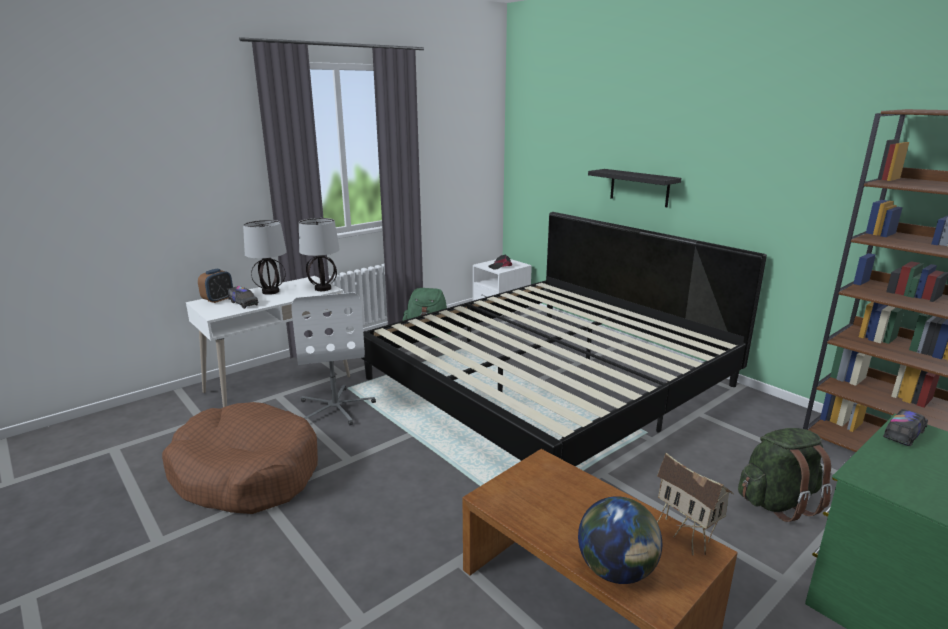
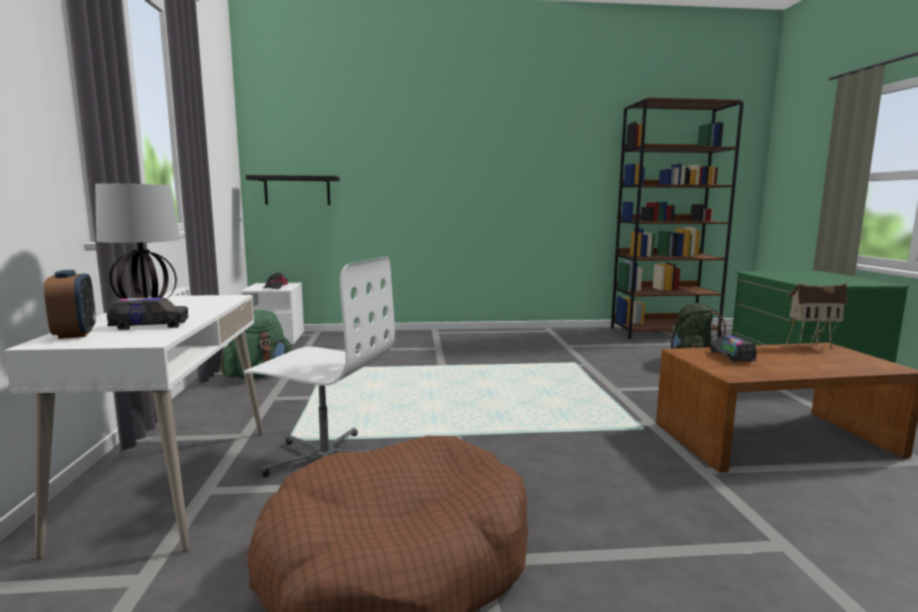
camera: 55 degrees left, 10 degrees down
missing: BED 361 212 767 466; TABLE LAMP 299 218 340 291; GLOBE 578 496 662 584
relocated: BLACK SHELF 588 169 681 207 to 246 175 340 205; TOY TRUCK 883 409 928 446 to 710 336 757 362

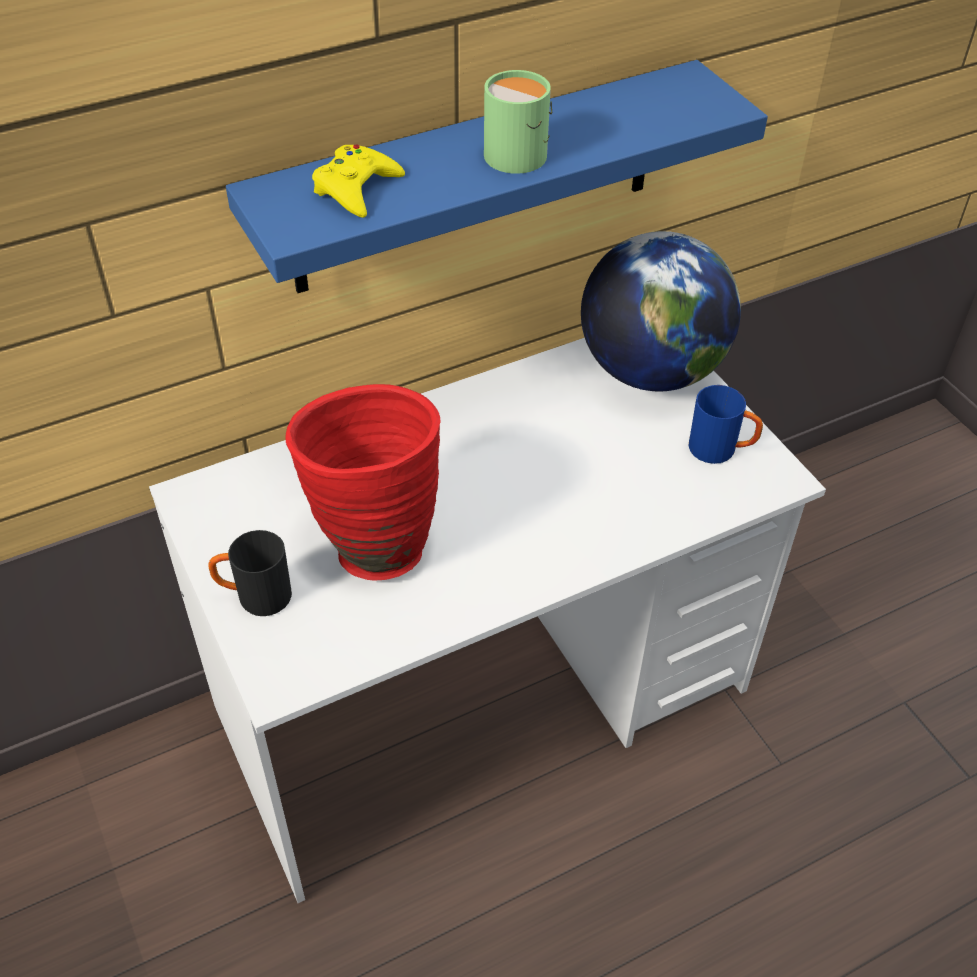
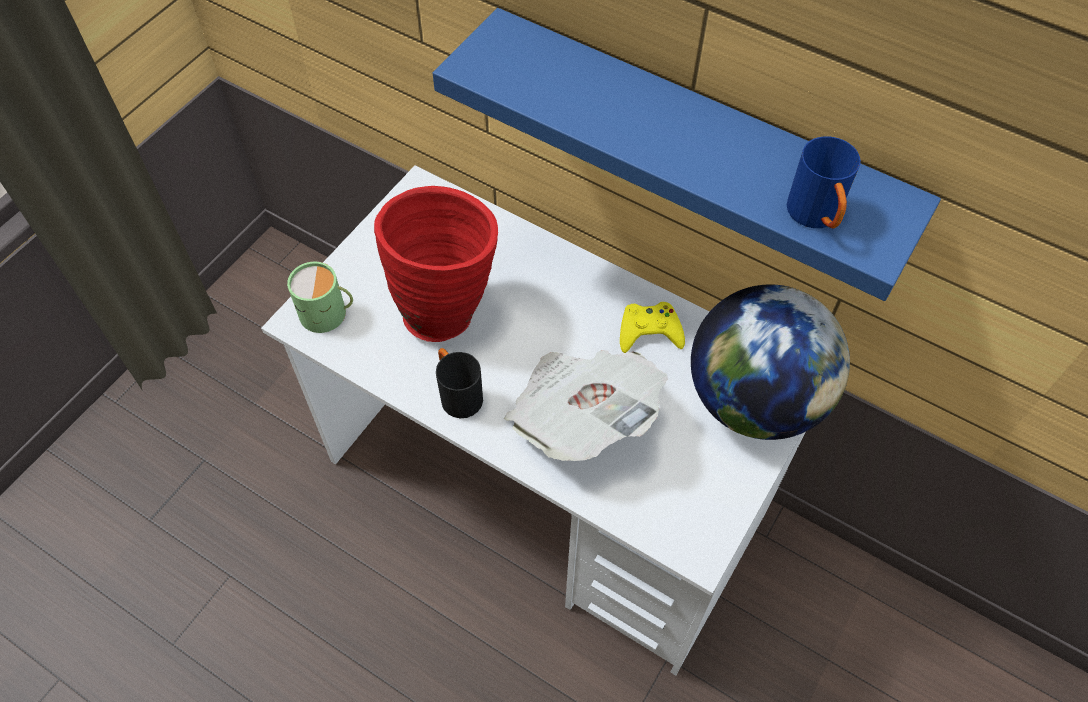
camera: 60 degrees right, 10 degrees up
appeared: NEWSPAPER 504 350 668 461
relocated: GREEN MUG 484 70 552 174 to 287 262 353 333; YELLOW GAME CONTROLLER 312 144 405 218 to 620 302 685 353; BLUE MUG 689 385 763 464 to 787 136 861 228; BLACK MUG 208 530 292 616 to 436 348 483 418

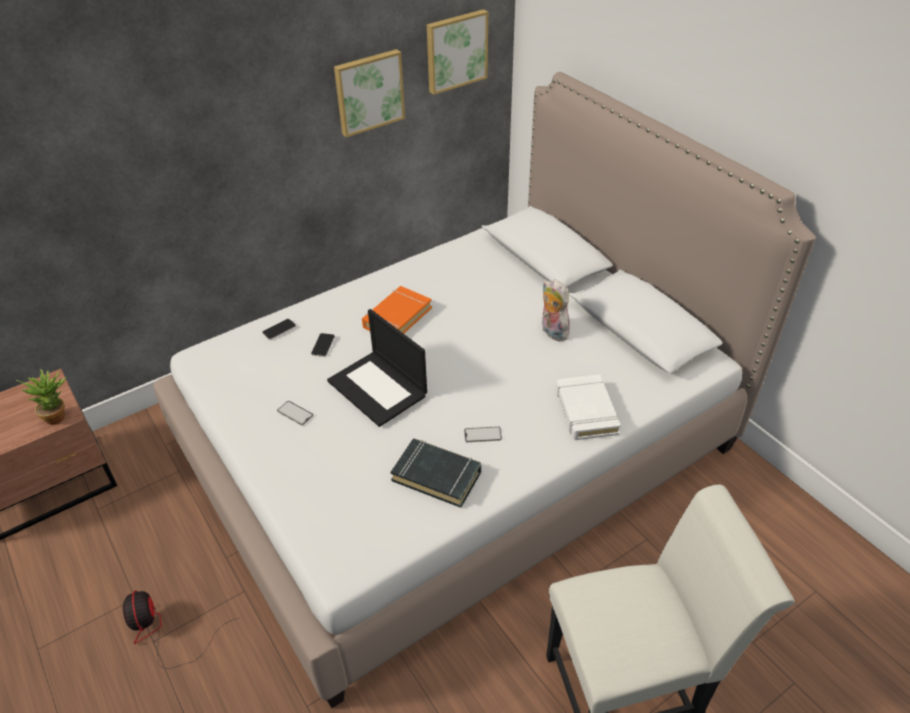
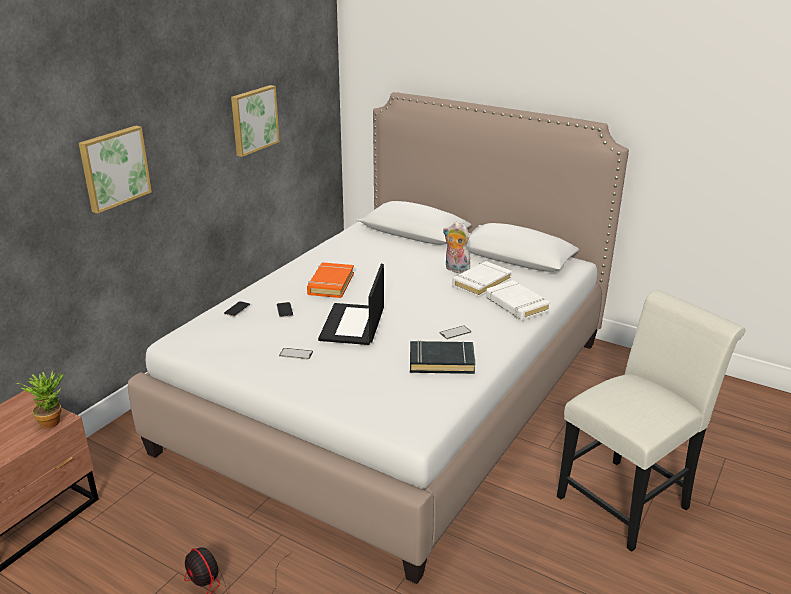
camera: 25 degrees left, 15 degrees down
appeared: WHITE BOOK 452 261 512 298
relocated: PICTURE 427 9 488 95 to 79 126 152 213
spun: LAPTOP 327 309 427 427 = 318 264 384 345 75 degrees clockwise

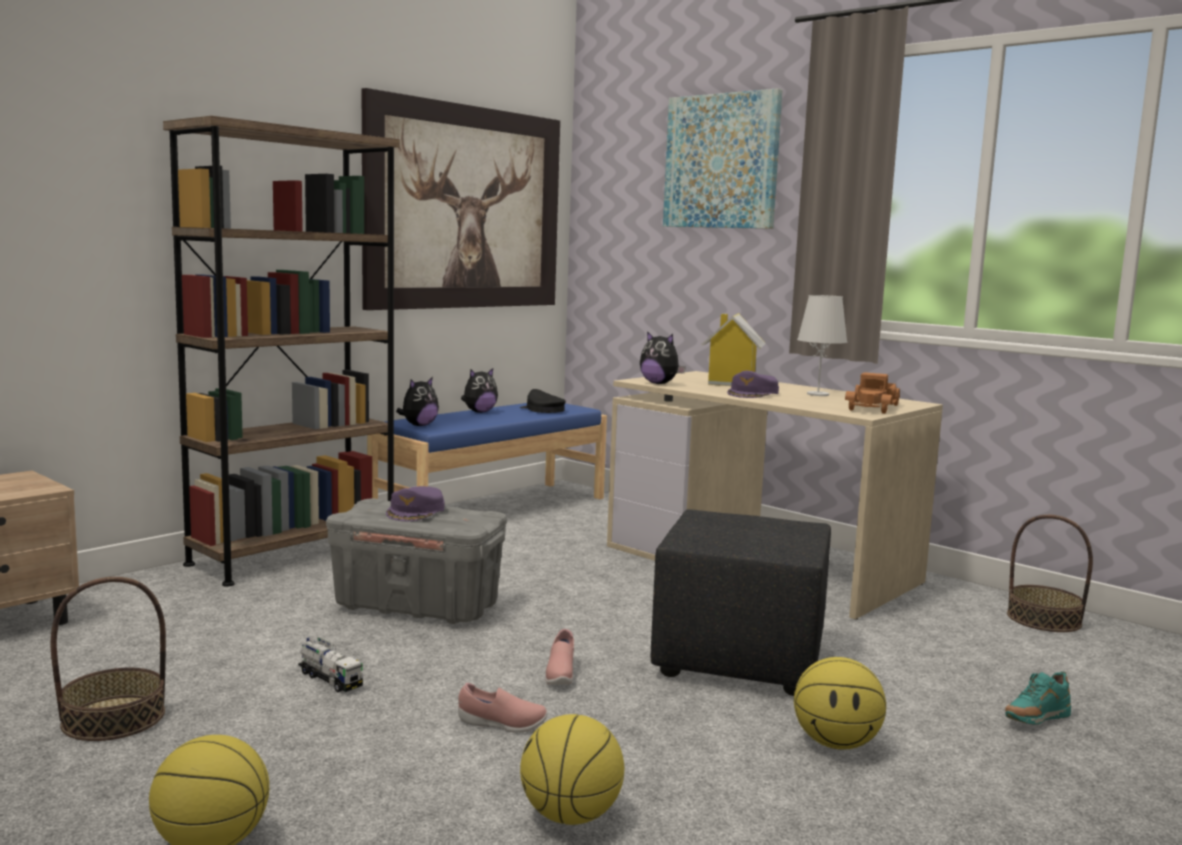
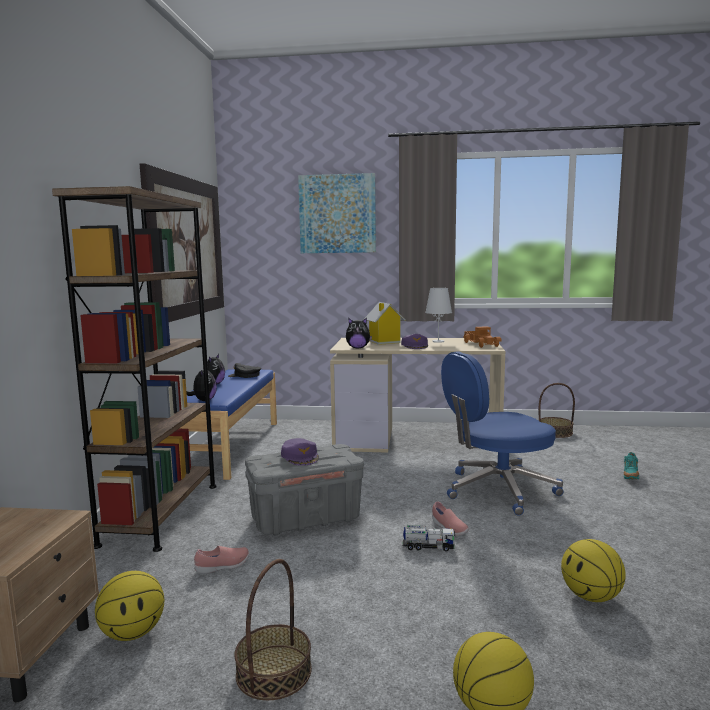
camera: 35 degrees left, 0 degrees up
relocated: TOY TRUCK 298 636 363 692 to 403 525 456 552; BASKETBALL 794 657 886 750 to 95 571 164 641; PINK SHOE 458 683 548 733 to 194 546 249 574
exchanged: BLACK OTTOMAN 651 509 831 696 to BLUE OFFICE CHAIR 441 351 563 515

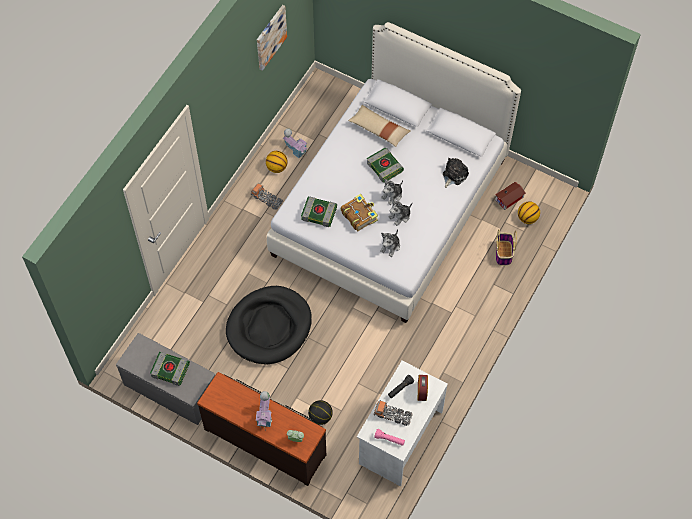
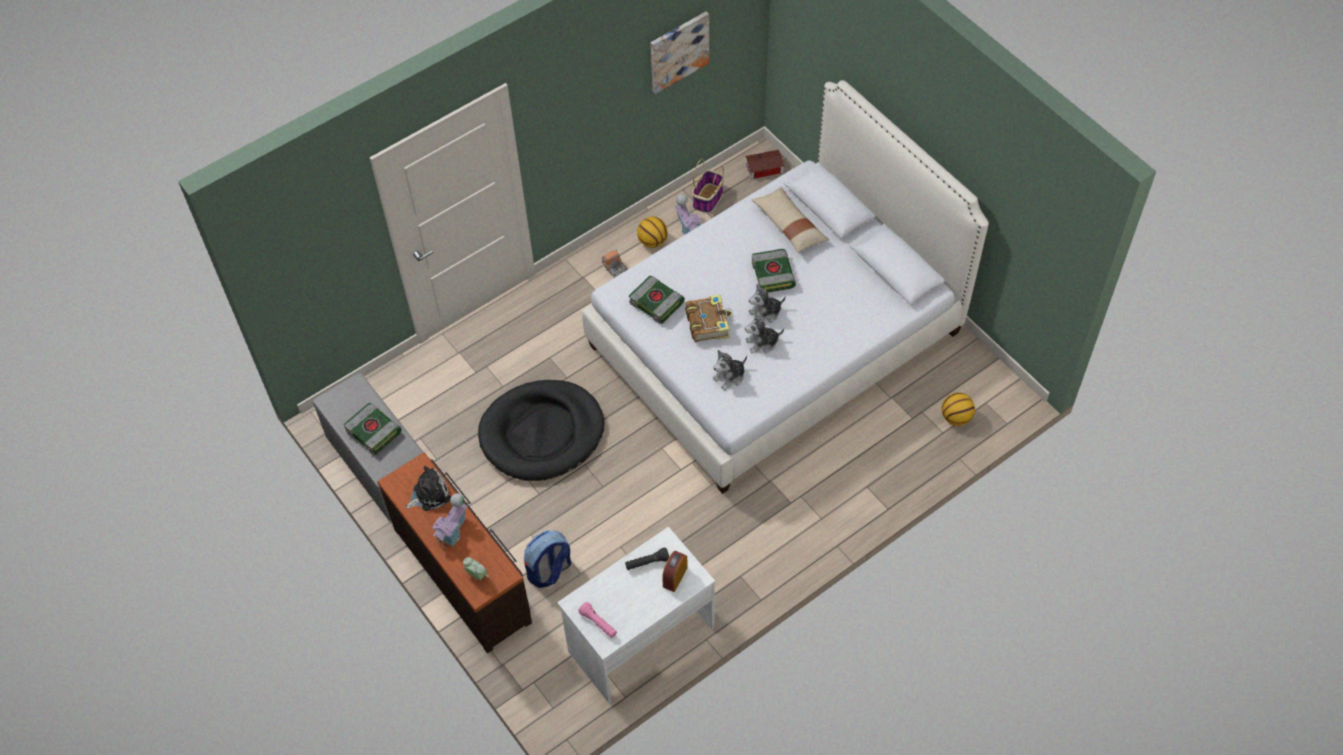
camera: 25 degrees right, 5 degrees down
missing: TOY TRUCK 374 401 413 426
relocated: PLUSH TOY 443 158 469 188 to 405 466 451 511; TOY HOUSE 495 182 526 210 to 745 150 785 179; BASKET 496 229 517 265 to 692 158 724 213
exchanged: BASKETBALL 308 400 333 425 to BACKPACK 524 530 571 588

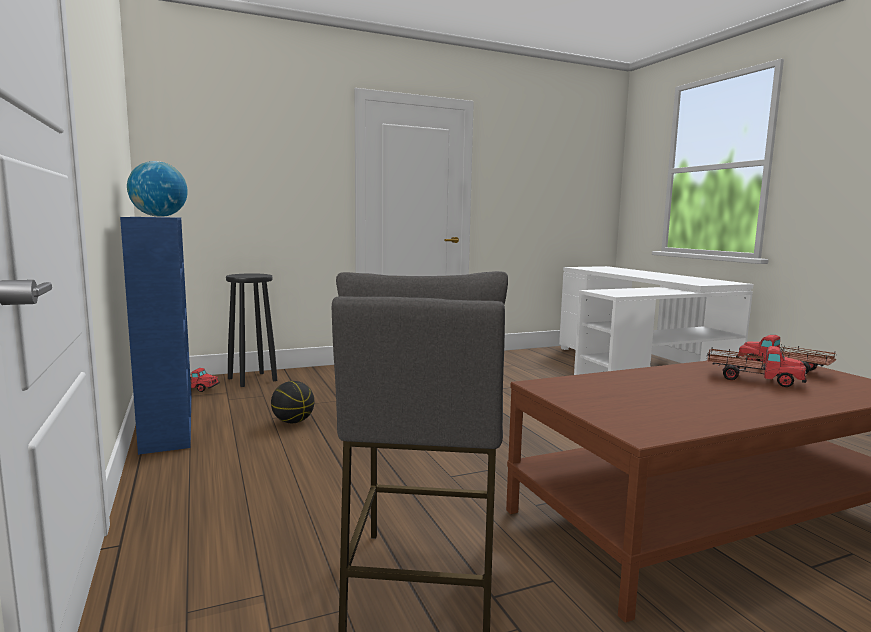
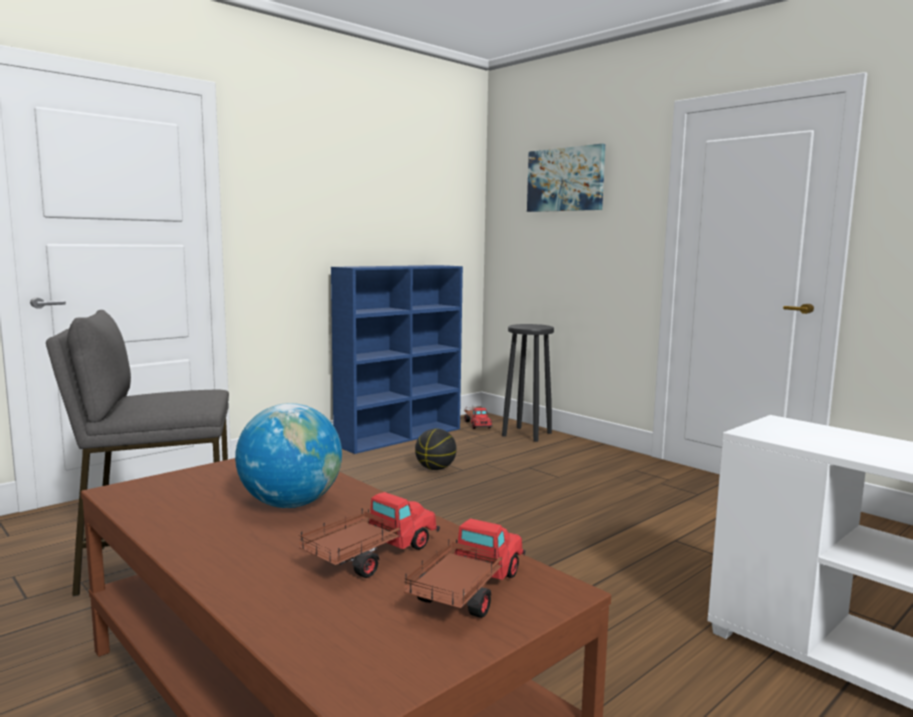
camera: 70 degrees right, 0 degrees up
appeared: PICTURE 527 144 605 212
relocated: GLOBE 127 161 188 217 to 235 403 342 508
spun: TOY TRUCK 706 346 807 387 = 299 492 440 578 150 degrees counterclockwise

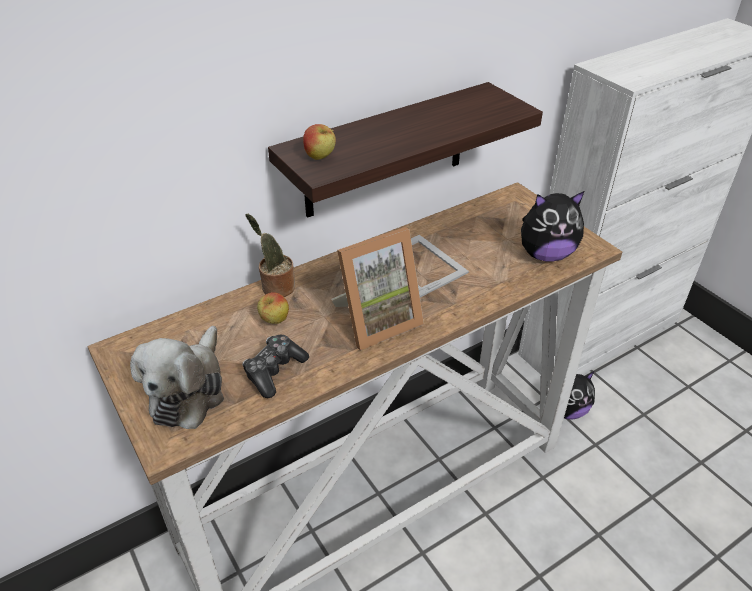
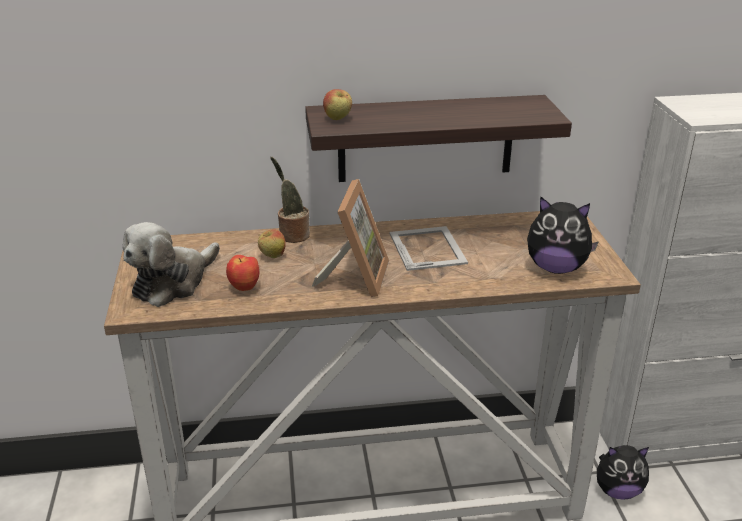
camera: 25 degrees right, 10 degrees down
exchanged: GAME CONTROLLER 242 335 309 398 to APPLE 226 255 259 291
spun: PICTURE FRAME 331 227 424 351 = 312 179 389 297 75 degrees counterclockwise

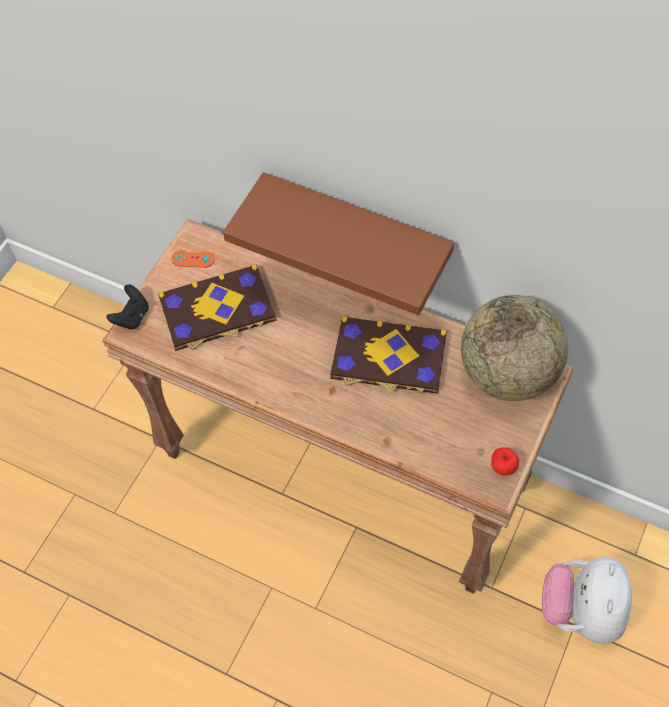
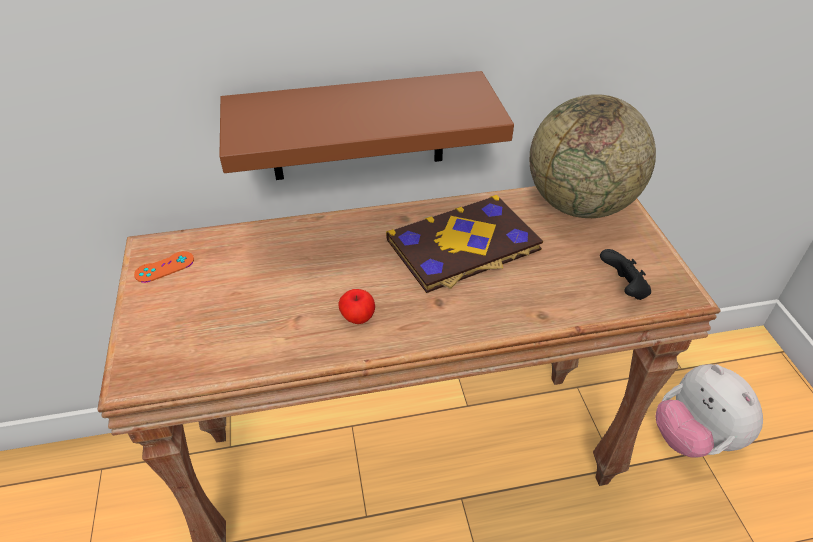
camera: 40 degrees left, 15 degrees down
missing: BOOK 158 264 276 351
relocated: BLACK GAME CONTROLLER 107 284 149 330 to 600 249 651 300; APPLE 491 447 519 476 to 338 289 375 324

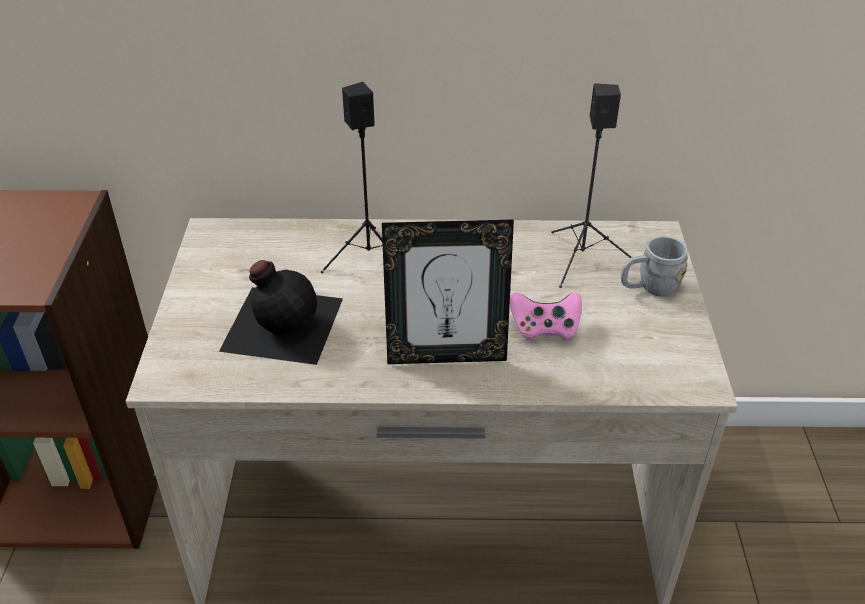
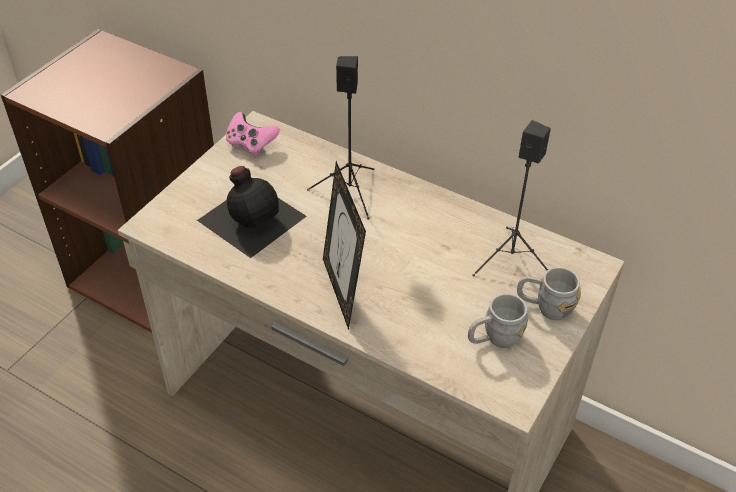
camera: 30 degrees right, 5 degrees up
appeared: GREY MUG 468 293 528 348
relocated: PINK GAME CONTROLLER 510 292 582 341 to 226 112 280 156
spun: PICTURE FRAME 382 219 514 364 = 323 161 366 330 45 degrees clockwise

